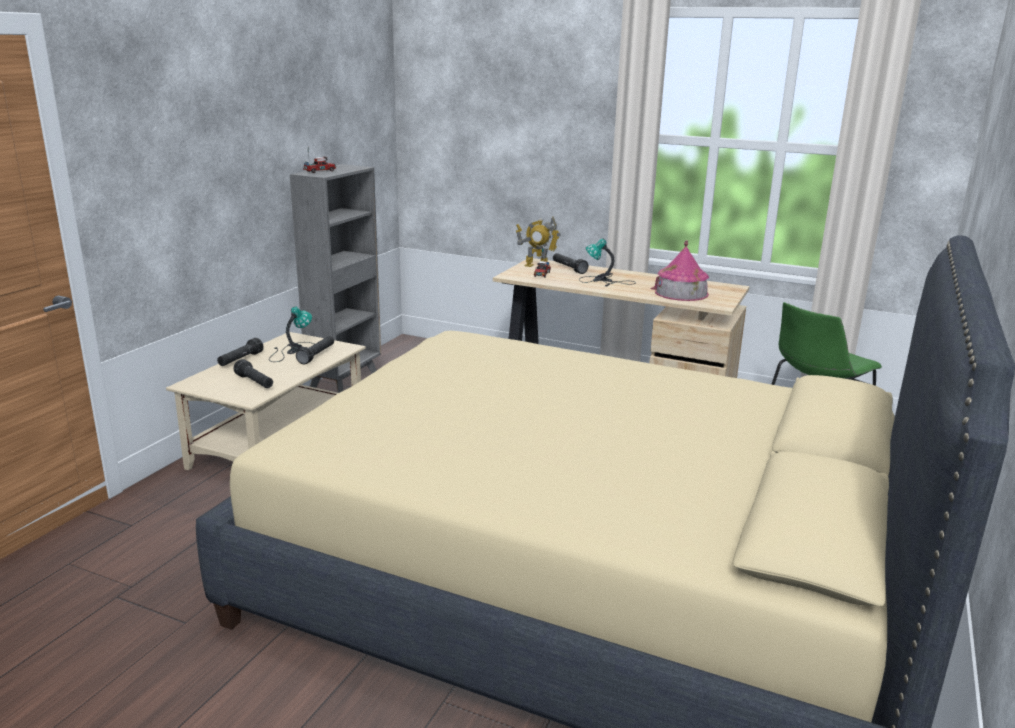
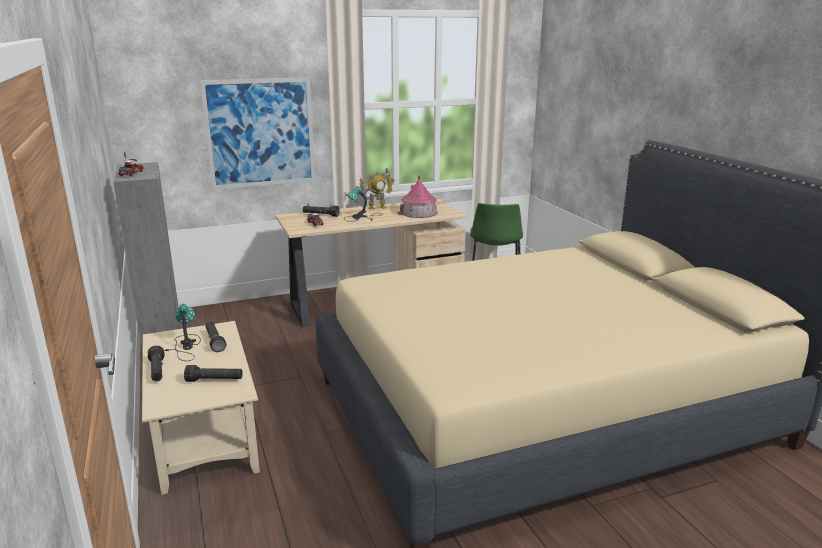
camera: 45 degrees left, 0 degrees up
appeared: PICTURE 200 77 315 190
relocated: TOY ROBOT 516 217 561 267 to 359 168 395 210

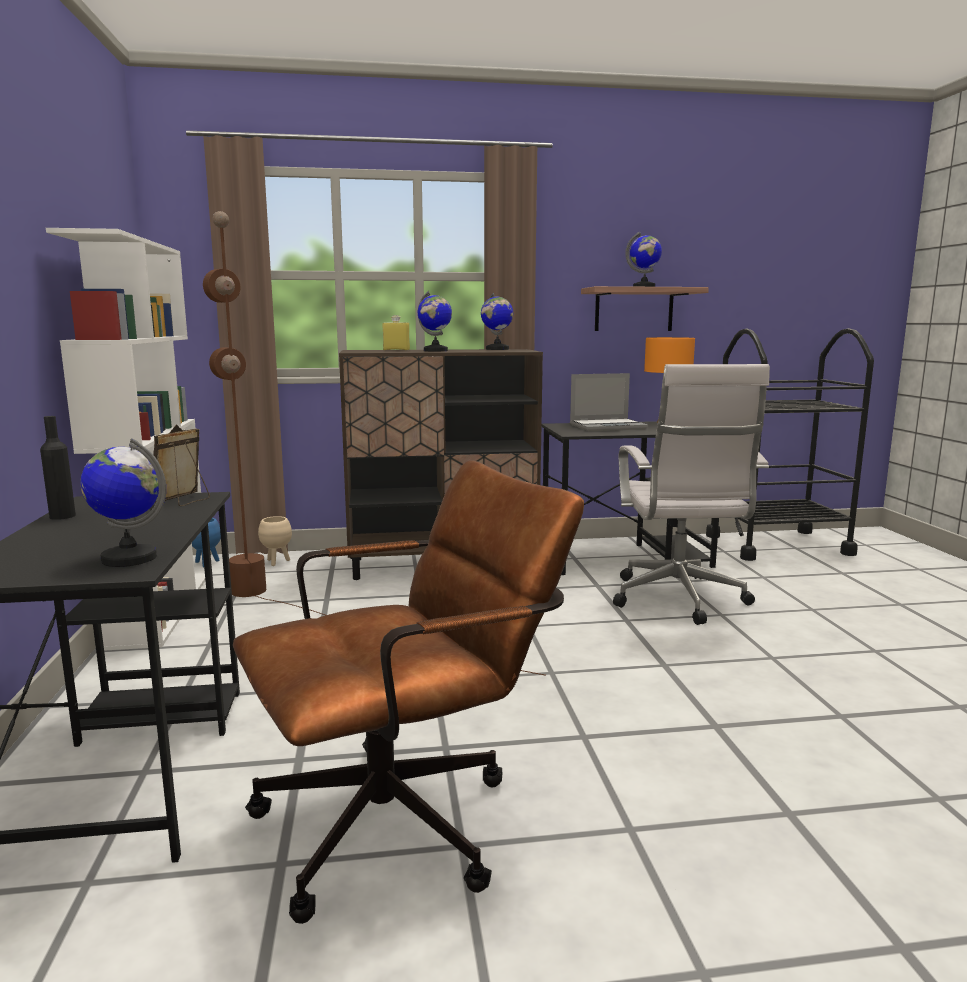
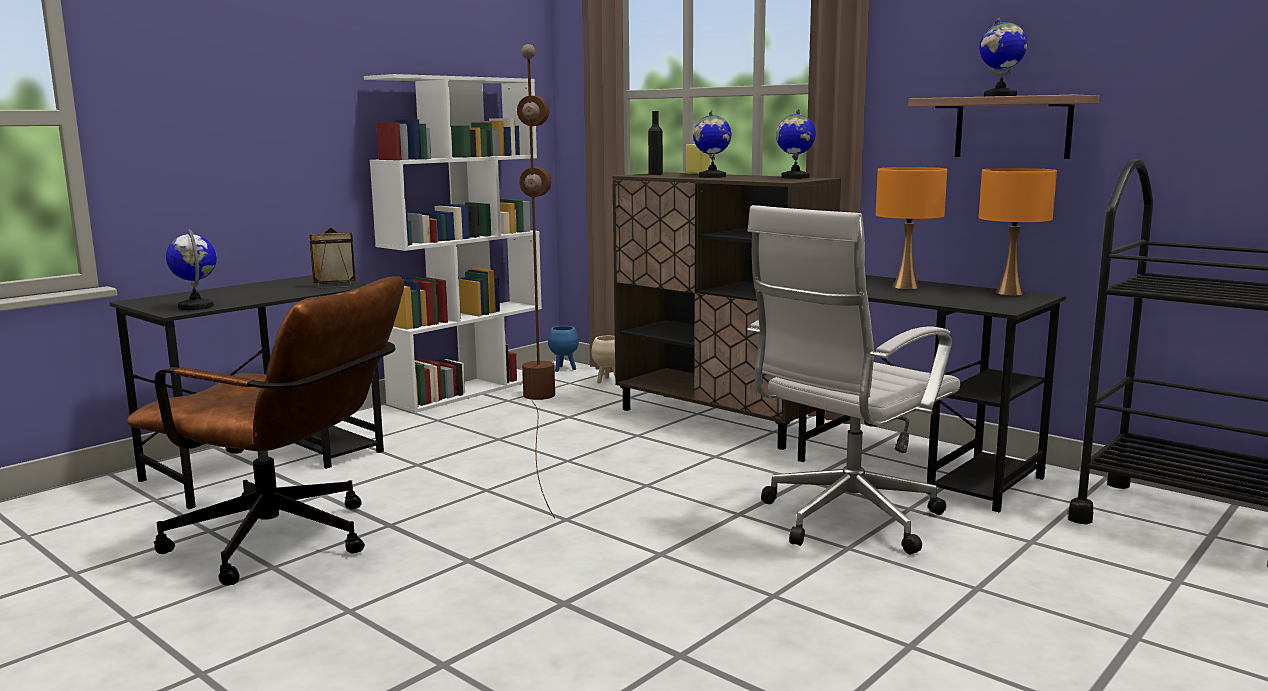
camera: 50 degrees right, 0 degrees up
relocated: BLACK BOTTLE 40 416 76 520 to 648 111 663 175
exchanged: LAPTOP 570 373 648 431 to ORANGE TABLE LAMP 876 167 947 289

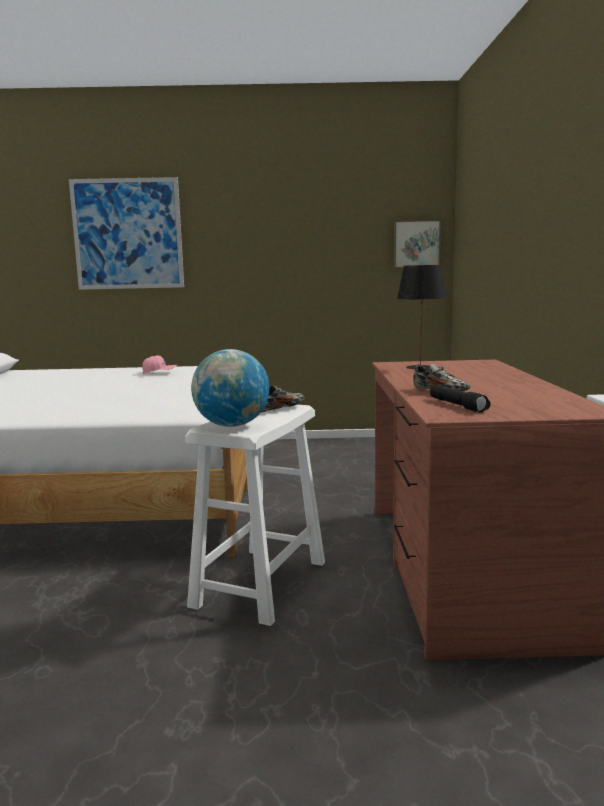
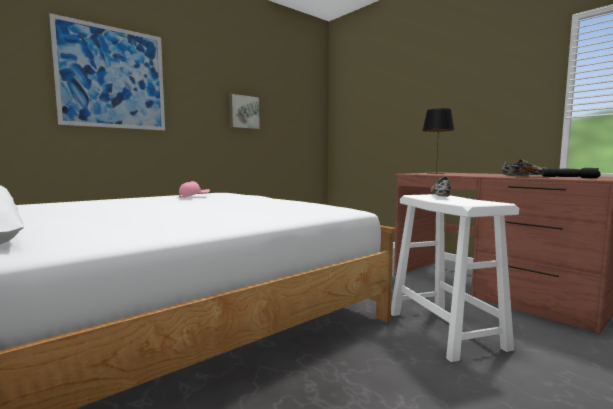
camera: 40 degrees left, 5 degrees down
missing: GLOBE 191 349 269 427
relocated: PICTURE 394 220 441 268 to 229 93 261 130

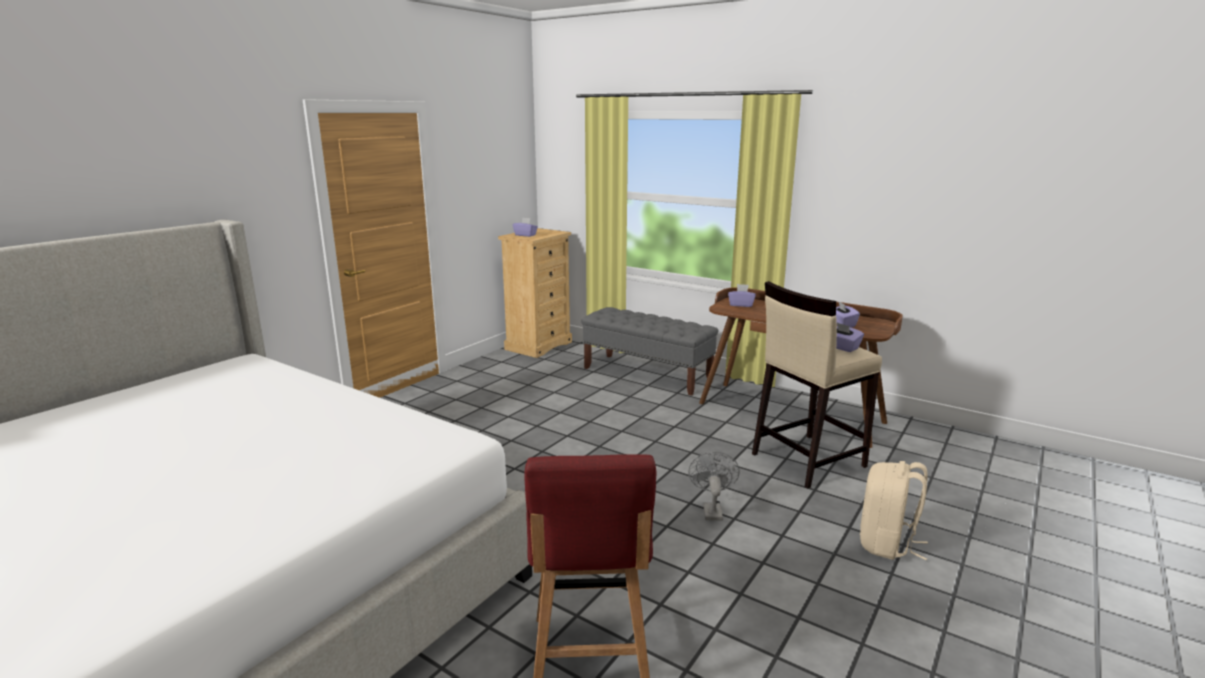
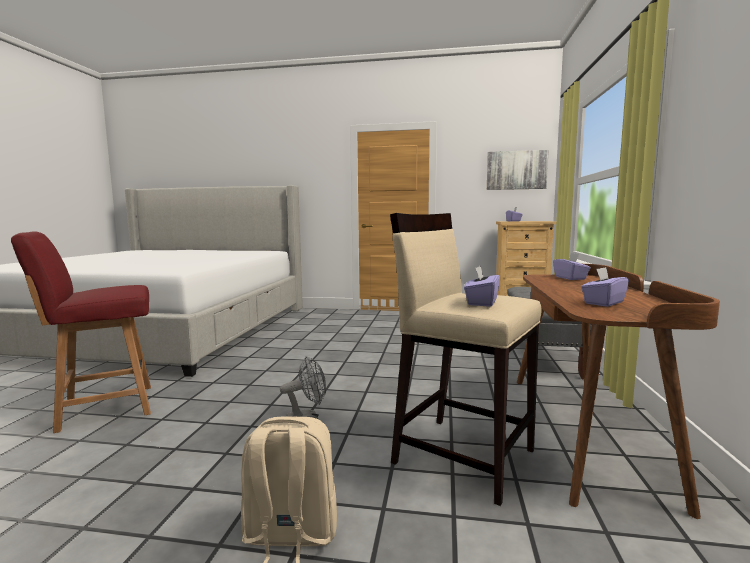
camera: 65 degrees right, 10 degrees down
appeared: PICTURE 487 150 549 190

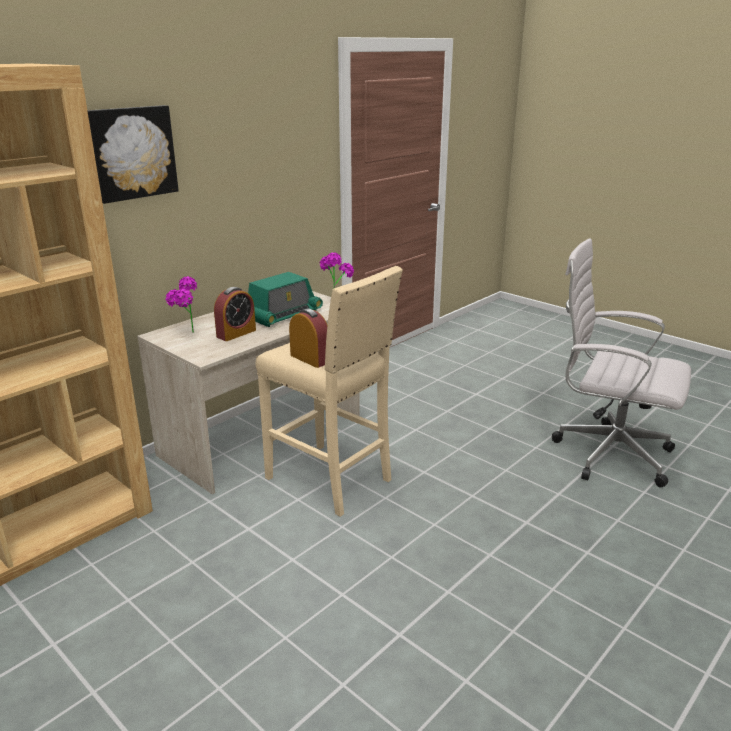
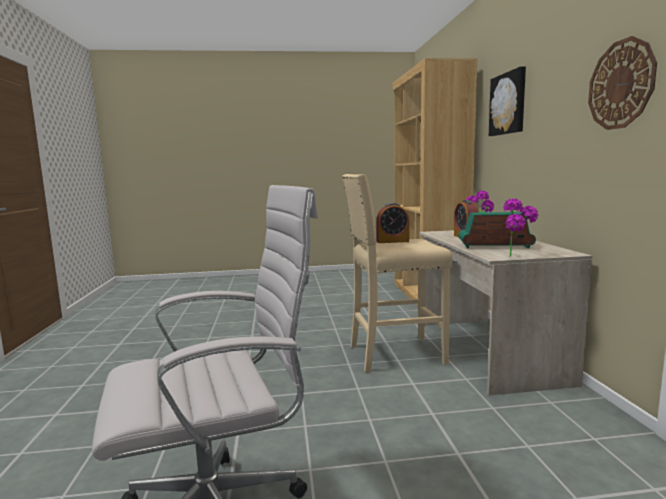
camera: 130 degrees right, 15 degrees down
appeared: WALL CLOCK 588 36 657 130
spun: RADIO 248 272 323 327 = 458 212 536 248 105 degrees clockwise

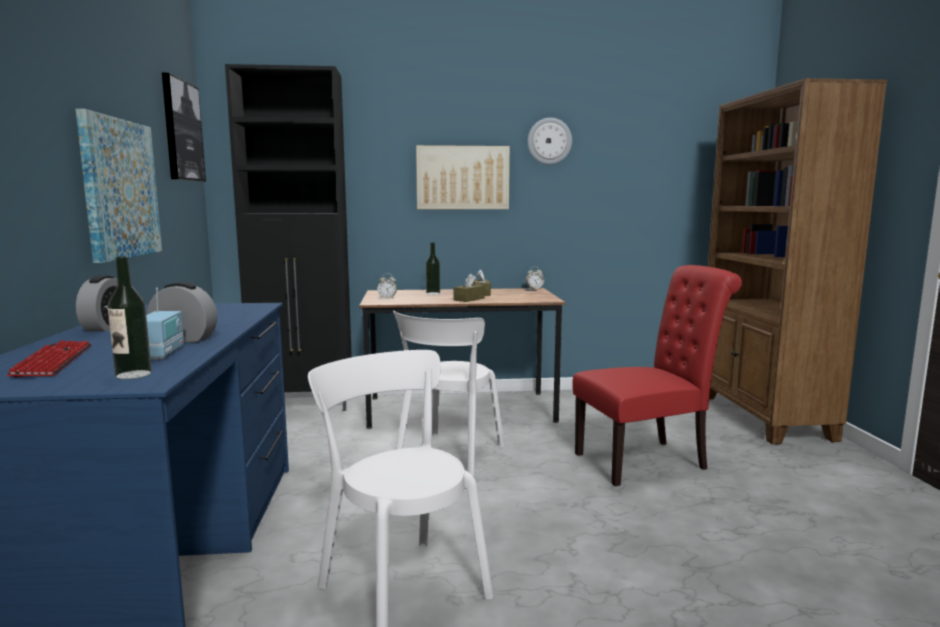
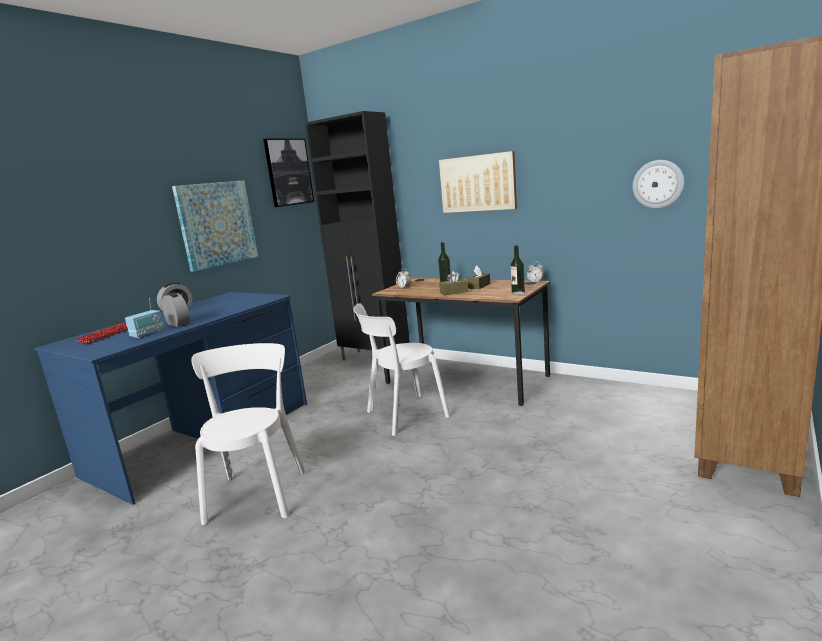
camera: 40 degrees right, 5 degrees up
missing: RED CHAIR 572 265 742 486
relocated: WALL CLOCK 528 118 572 165 to 632 160 684 209; BOTTLE 108 256 152 379 to 510 245 525 295

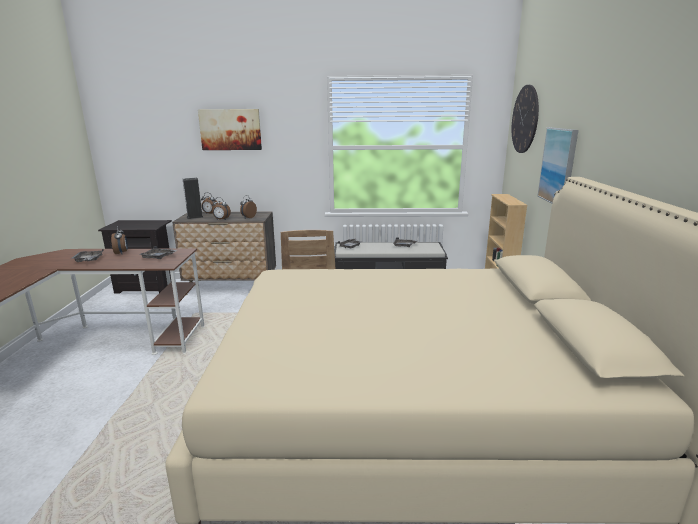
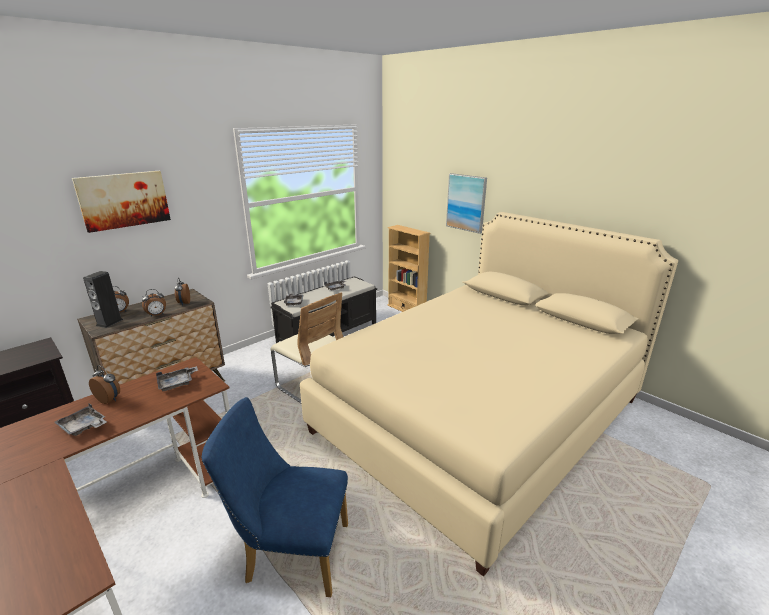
camera: 45 degrees left, 5 degrees up
missing: WALL CLOCK 512 85 539 153
appeared: BLUE CHAIR 201 397 348 597

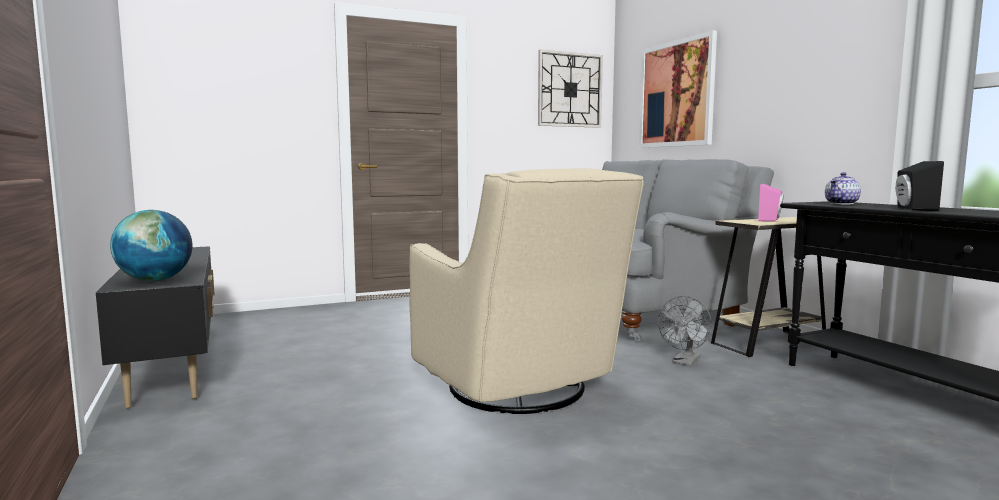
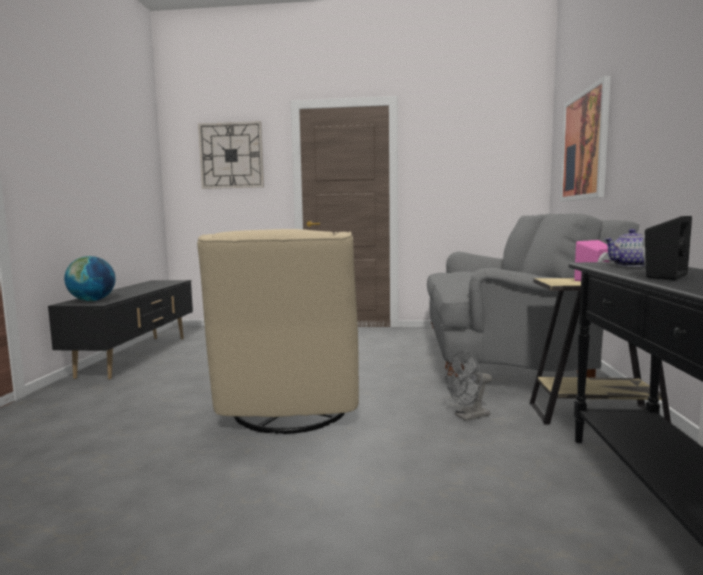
camera: 30 degrees right, 0 degrees up
relocated: WALL CLOCK 538 49 603 128 to 198 121 264 189

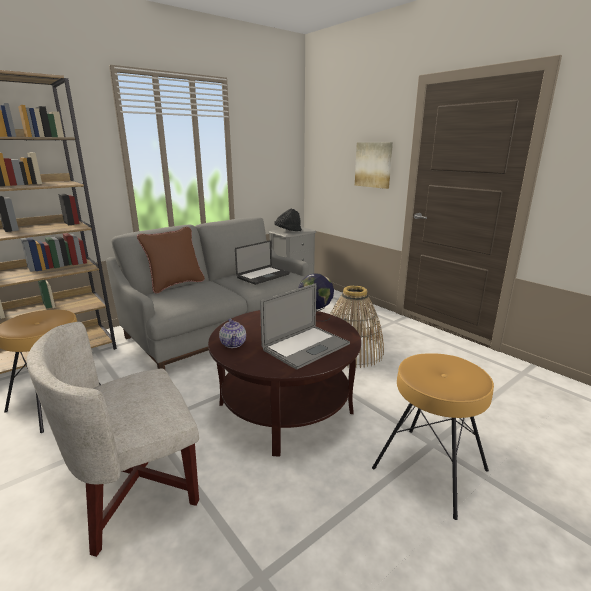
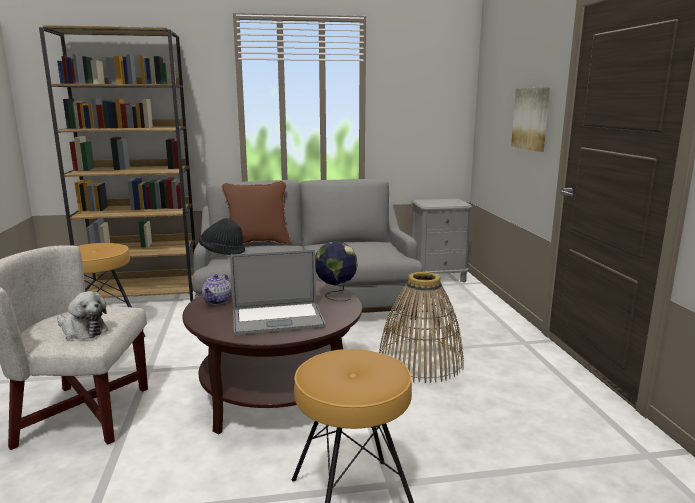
camera: 30 degrees right, 5 degrees down
missing: LAPTOP 235 240 290 285
appeared: PLUSH TOY 57 291 108 340
relocated: BLACK HAT 274 209 302 231 to 199 218 245 255

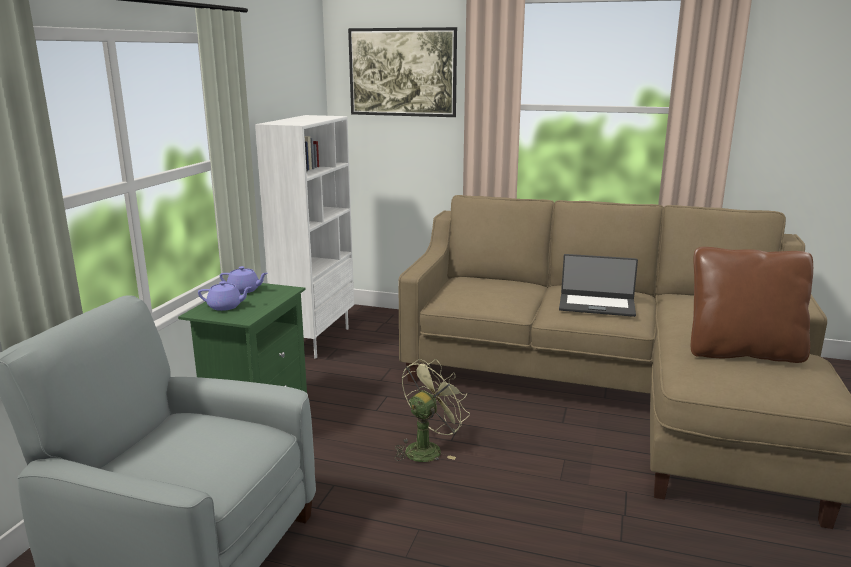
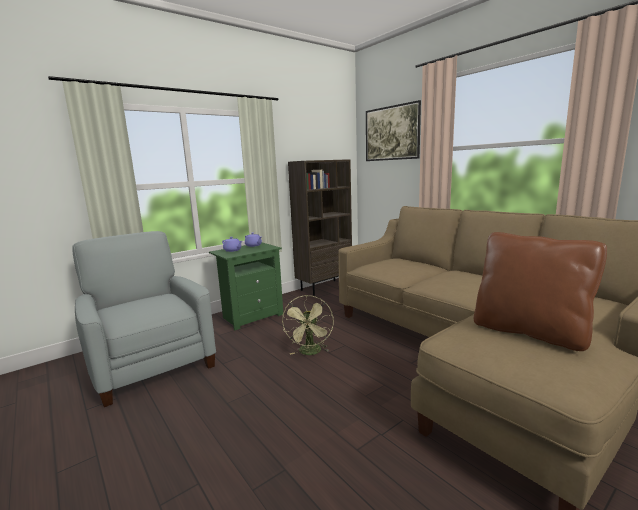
camera: 35 degrees right, 5 degrees down
missing: LAPTOP 559 254 638 317
colour: WHITE BOOKCASE 255 115 354 359 to BROWN BOOKCASE 288 159 352 296
spun: GREEN FAN 395 359 470 462 = 282 295 334 355 105 degrees clockwise

